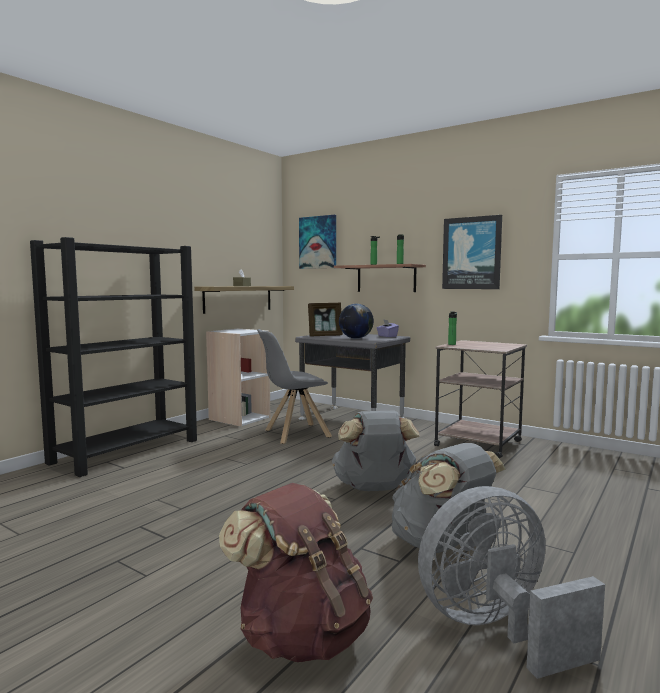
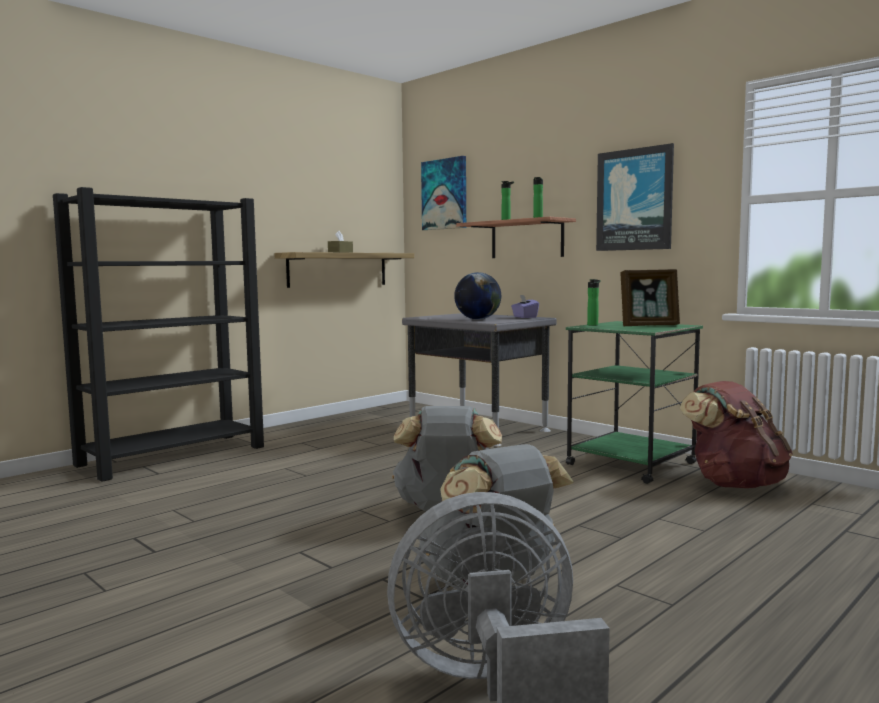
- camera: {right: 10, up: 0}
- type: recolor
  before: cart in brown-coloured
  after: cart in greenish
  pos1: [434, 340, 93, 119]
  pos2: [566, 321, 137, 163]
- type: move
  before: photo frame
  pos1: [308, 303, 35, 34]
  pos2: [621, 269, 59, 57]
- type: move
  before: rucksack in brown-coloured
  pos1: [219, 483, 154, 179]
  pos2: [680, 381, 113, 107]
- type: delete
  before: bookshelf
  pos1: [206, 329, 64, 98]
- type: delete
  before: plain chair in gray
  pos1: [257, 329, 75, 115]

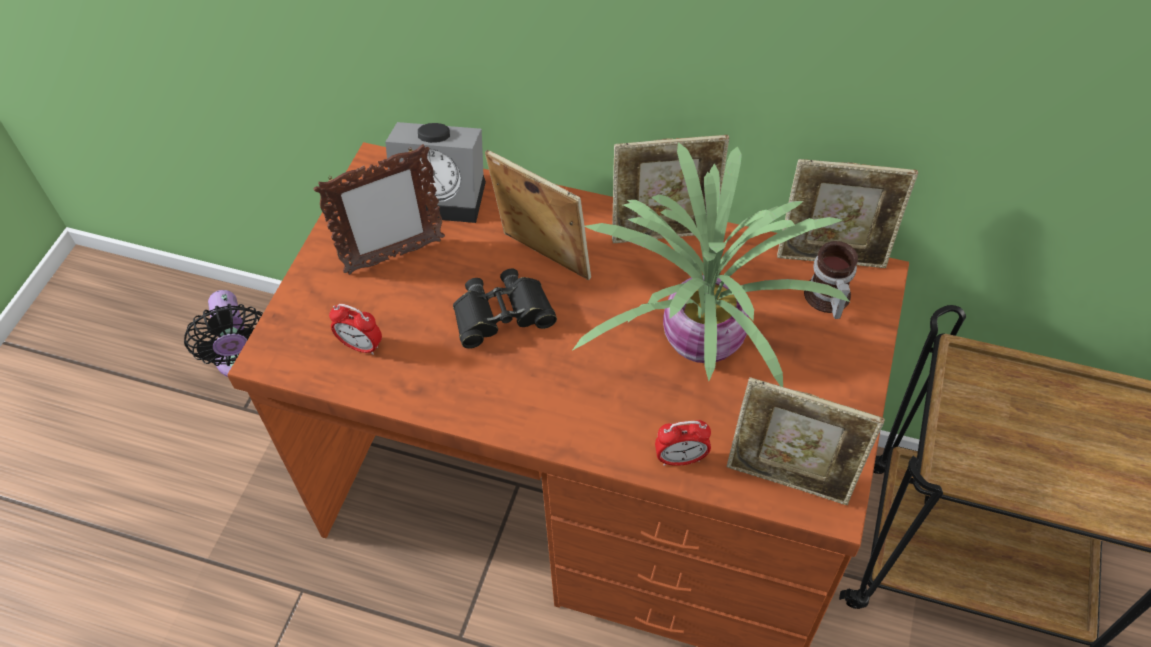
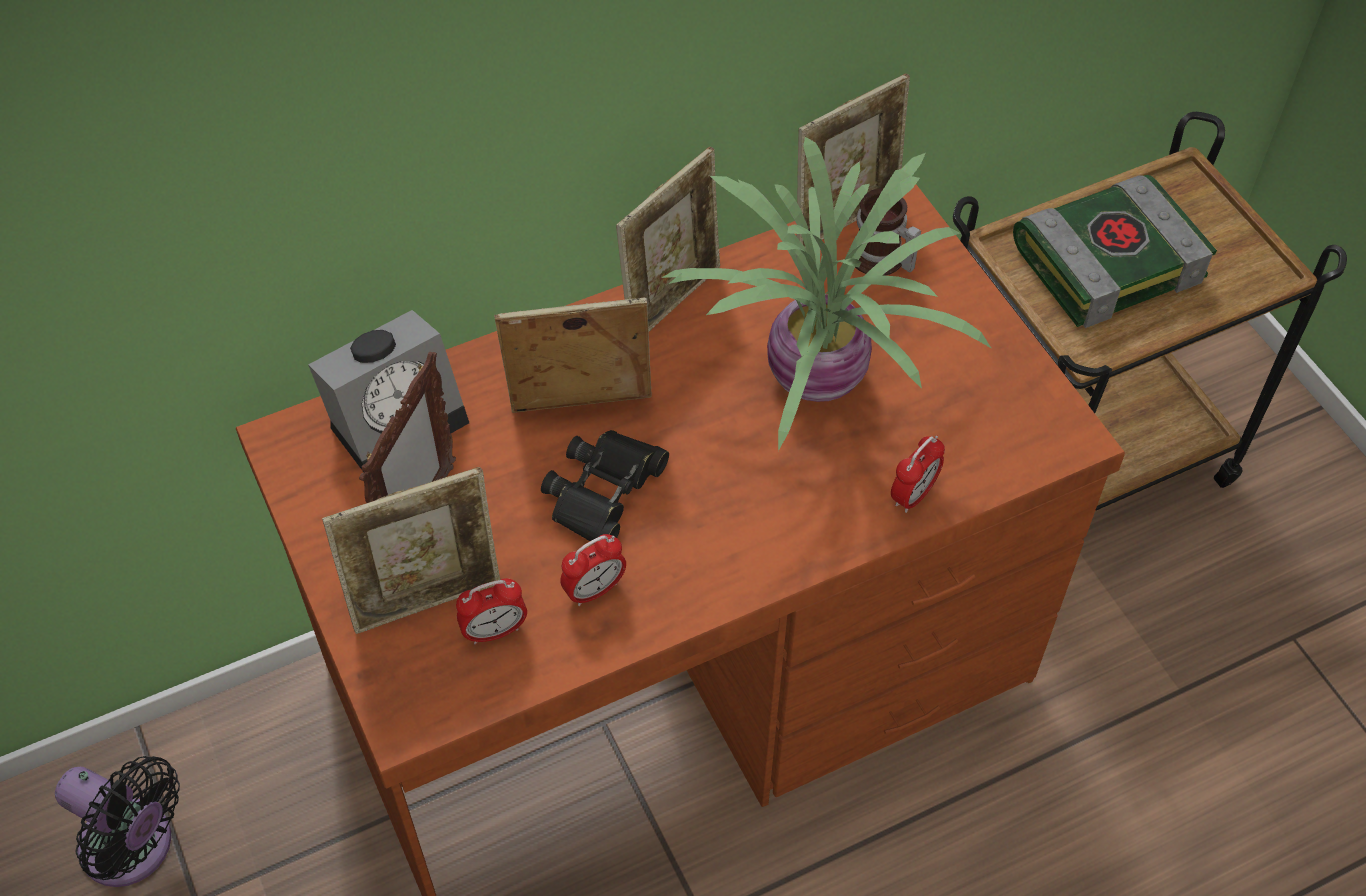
- camera: {right: -45, up: 0}
- type: move
  before: photo frame
  pos1: [727, 377, 158, 128]
  pos2: [322, 467, 178, 167]
- type: insert
  after: alarm clock
  pos2: [560, 534, 66, 72]
- type: insert
  after: book
  pos2: [1013, 175, 204, 153]

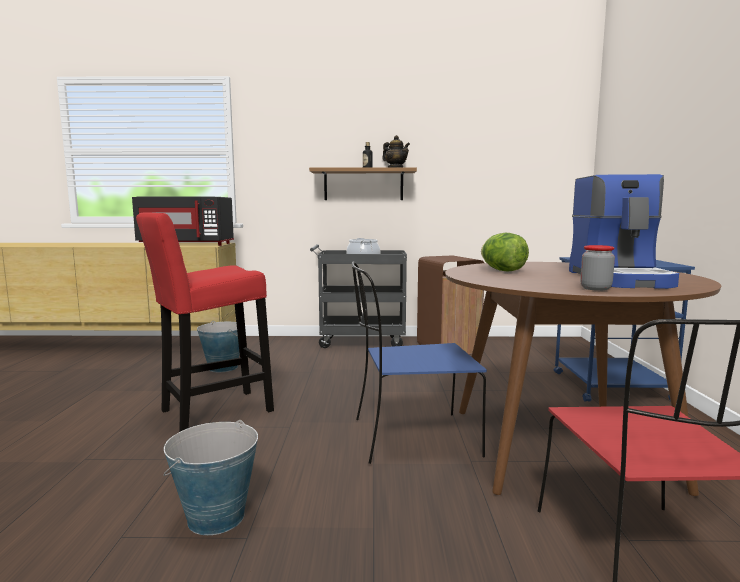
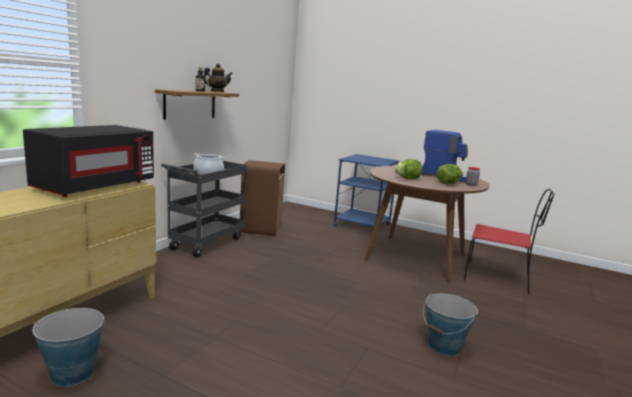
- camera: {right: -65, up: 5}
- type: move
  before: water bucket
  pos1: [197, 321, 43, 51]
  pos2: [33, 308, 73, 79]
- type: insert
  after: head of lettuce
  pos2: [437, 164, 26, 20]
- type: delete
  before: sitting stool in red
  pos1: [136, 212, 138, 220]
- type: delete
  before: plain chair in blue-coloured
  pos1: [352, 261, 135, 203]

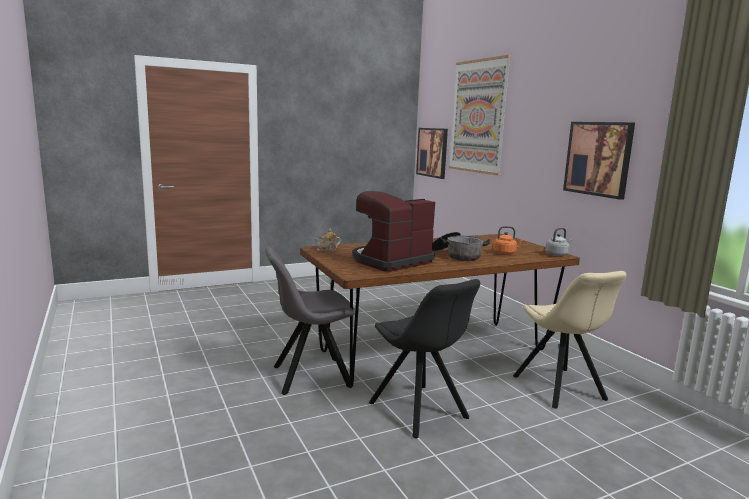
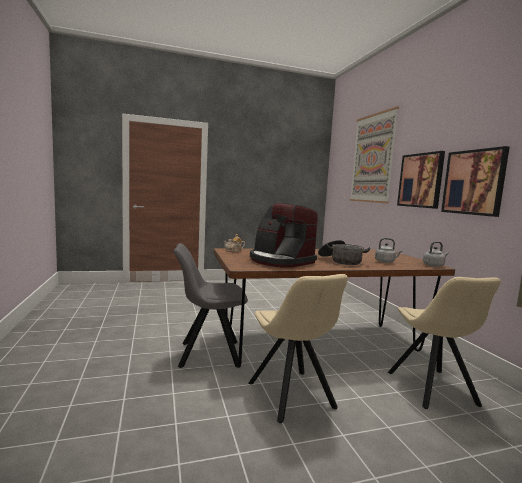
- camera: {right: 10, up: -5}
- type: recolor
  before: plain chair in black-coloured
  after: plain chair in beige
  pos1: [369, 279, 111, 159]
  pos2: [248, 274, 100, 149]
- type: rotate
  before: coffee machine
  pos1: [352, 191, 83, 81]
  pos2: [250, 203, 68, 65]
  turn: -105
- type: recolor
  before: water kettle in orangey
  after: water kettle in gray
  pos1: [493, 226, 31, 29]
  pos2: [375, 238, 28, 25]
- type: move
  before: wall picture
  pos1: [416, 128, 32, 51]
  pos2: [397, 151, 48, 58]

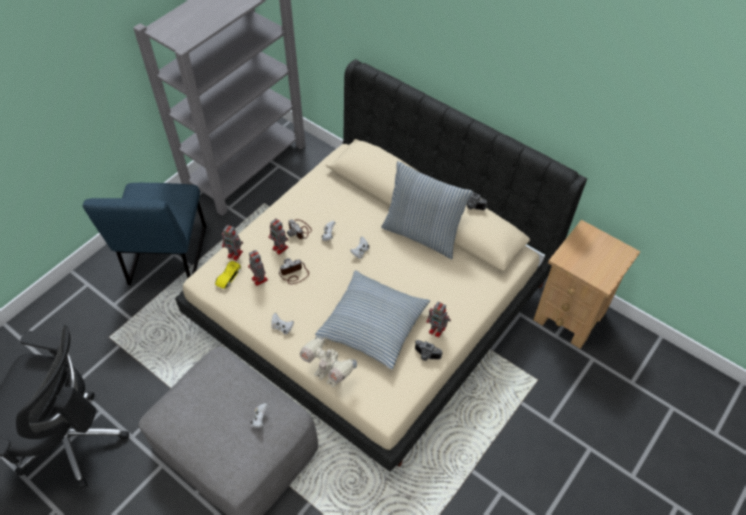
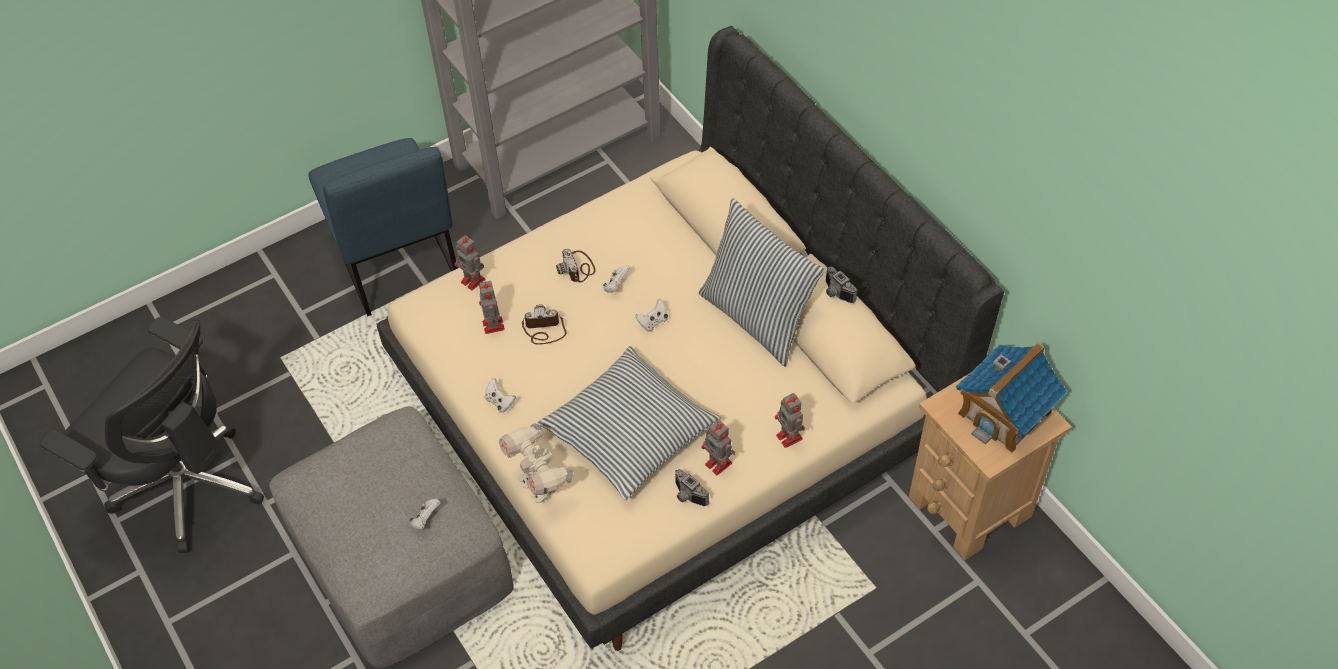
- camera: {right: 20, up: 0}
- type: rotate
  before: plain chair in blue-coloured
  pos1: [83, 183, 123, 102]
  pos2: [308, 138, 150, 178]
  turn: -45
- type: move
  before: toy robot
  pos1: [268, 218, 21, 37]
  pos2: [775, 393, 30, 55]
- type: insert
  after: miniature house
  pos2: [956, 342, 112, 111]
- type: delete
  before: miniature car in yellow-coloured
  pos1: [215, 261, 26, 28]

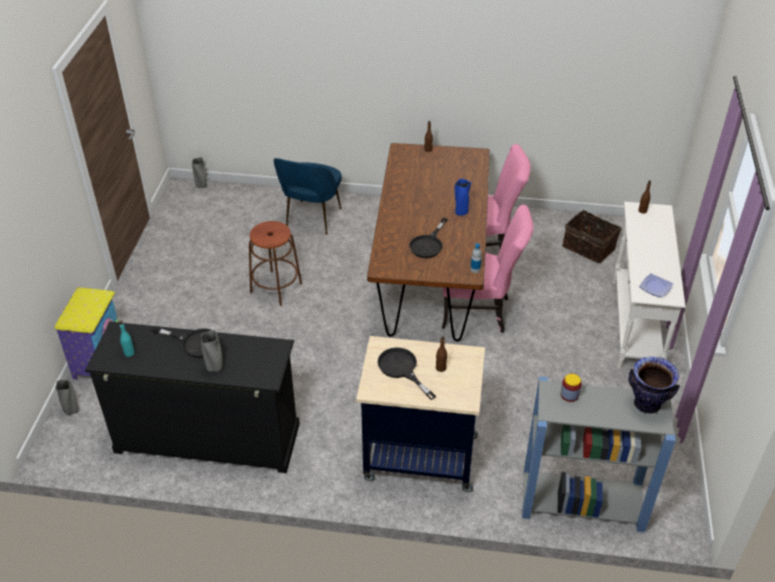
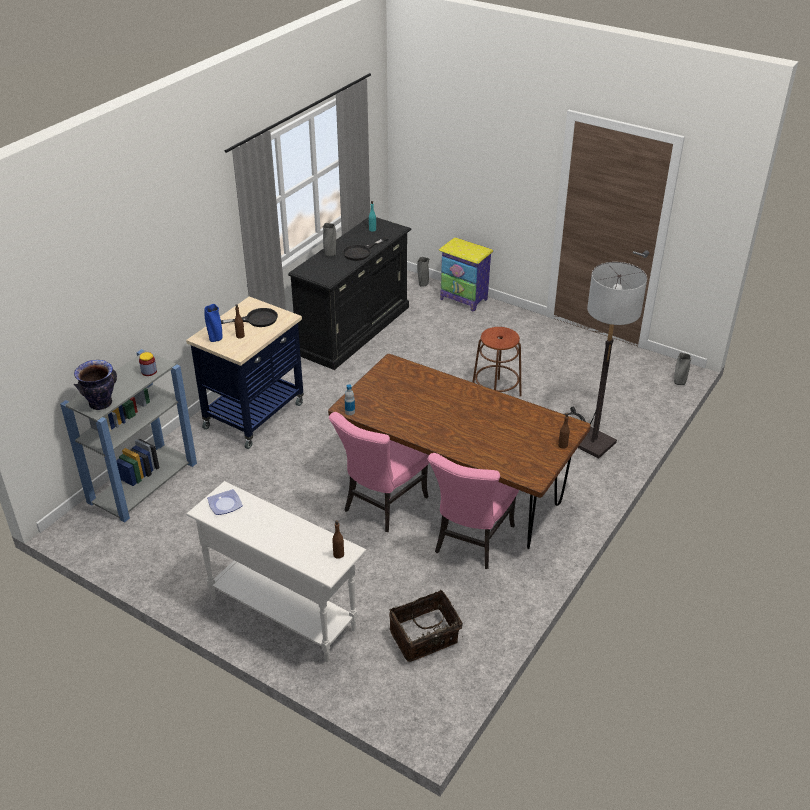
- camera: {right: 115, up: -5}
- type: move
  before: flower vase in blue-coloured
  pos1: [455, 179, 16, 37]
  pos2: [204, 304, 19, 38]
- type: replace
  before: plain chair in blue-coloured
  after: standard lamp
  pos1: [274, 158, 68, 77]
  pos2: [564, 262, 83, 197]
- type: delete
  before: pan in black-coloured
  pos1: [409, 218, 39, 40]

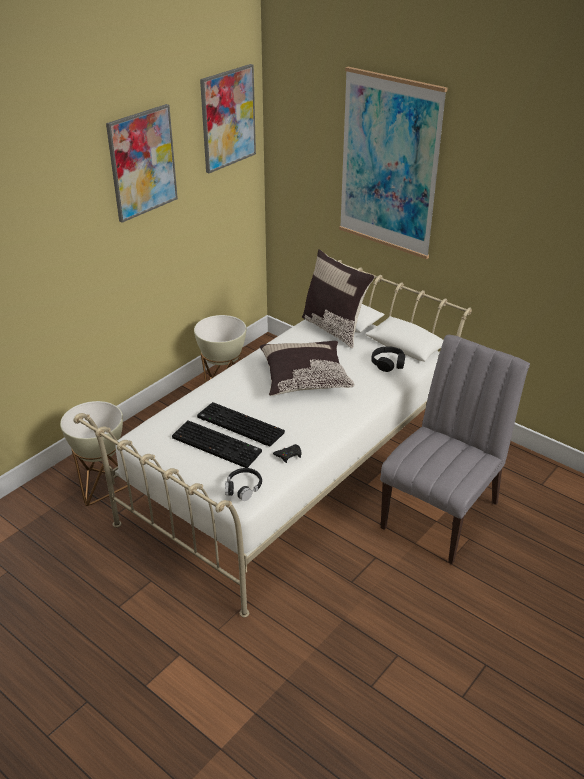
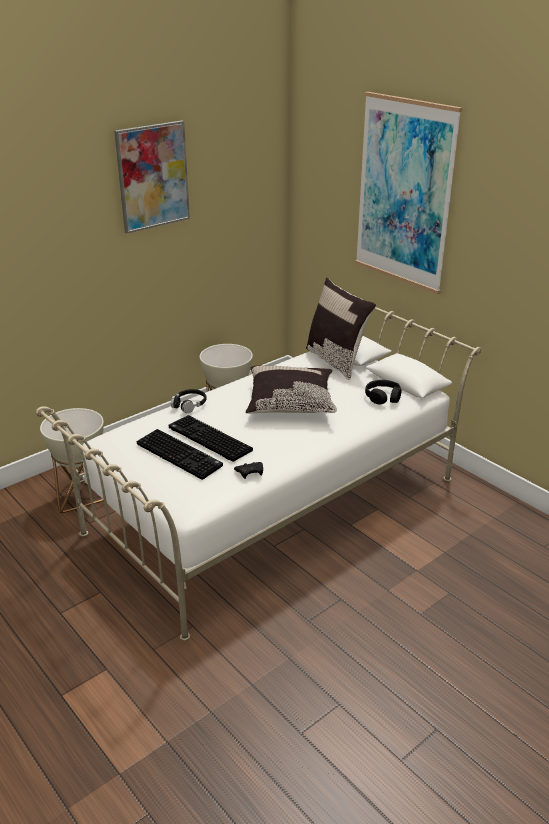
- camera: {right: 10, up: -5}
- type: move
  before: pair of headphones in black-coloured
  pos1: [225, 468, 37, 33]
  pos2: [171, 389, 36, 24]
- type: delete
  before: wall picture
  pos1: [200, 64, 56, 109]
- type: delete
  before: plain chair in gray
  pos1: [380, 334, 150, 230]

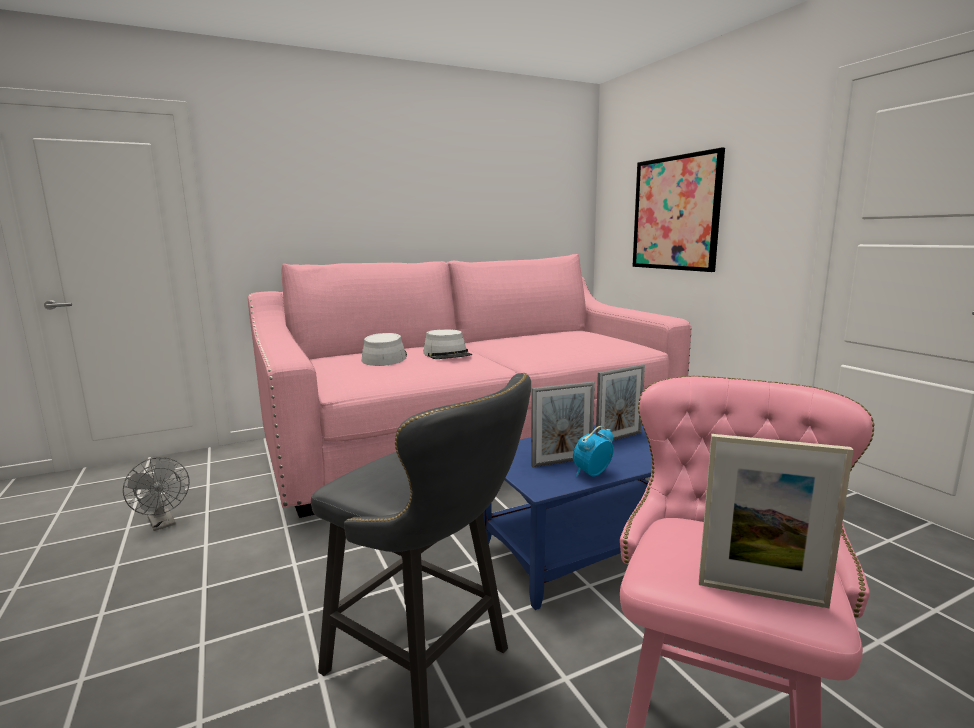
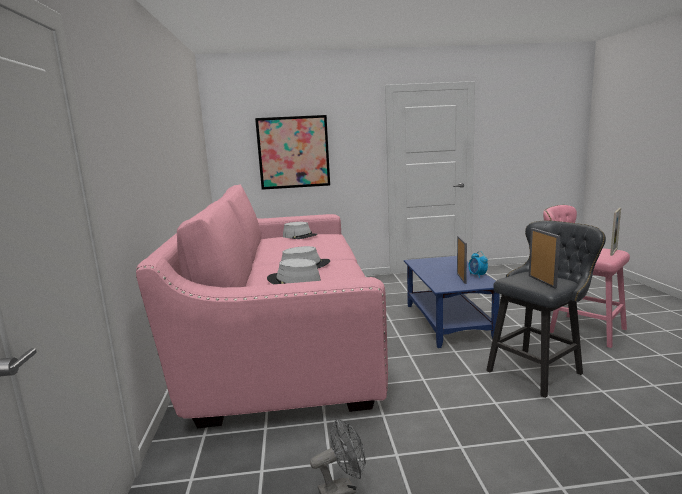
- camera: {right: -70, up: 0}
- type: insert
  after: wearable hat in gray
  pos2: [283, 222, 34, 17]
- type: move
  before: photo frame
  pos1: [596, 364, 49, 77]
  pos2: [529, 228, 31, 60]

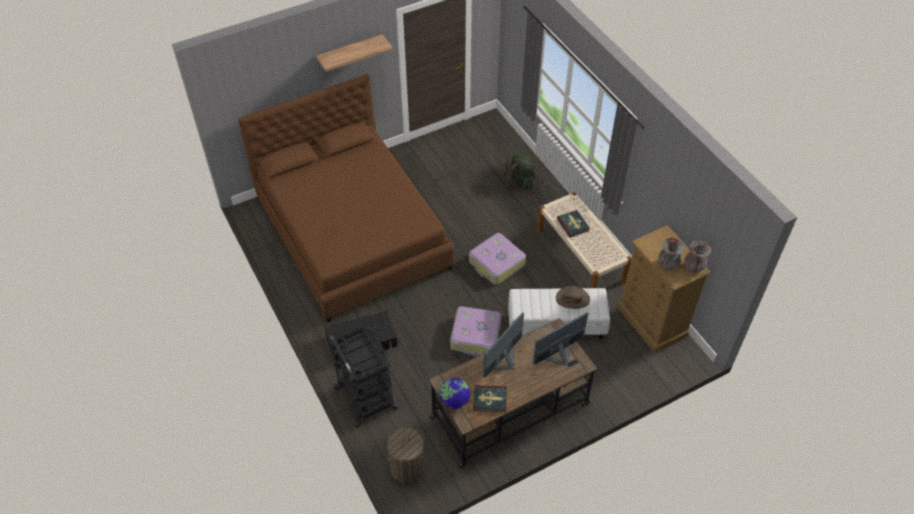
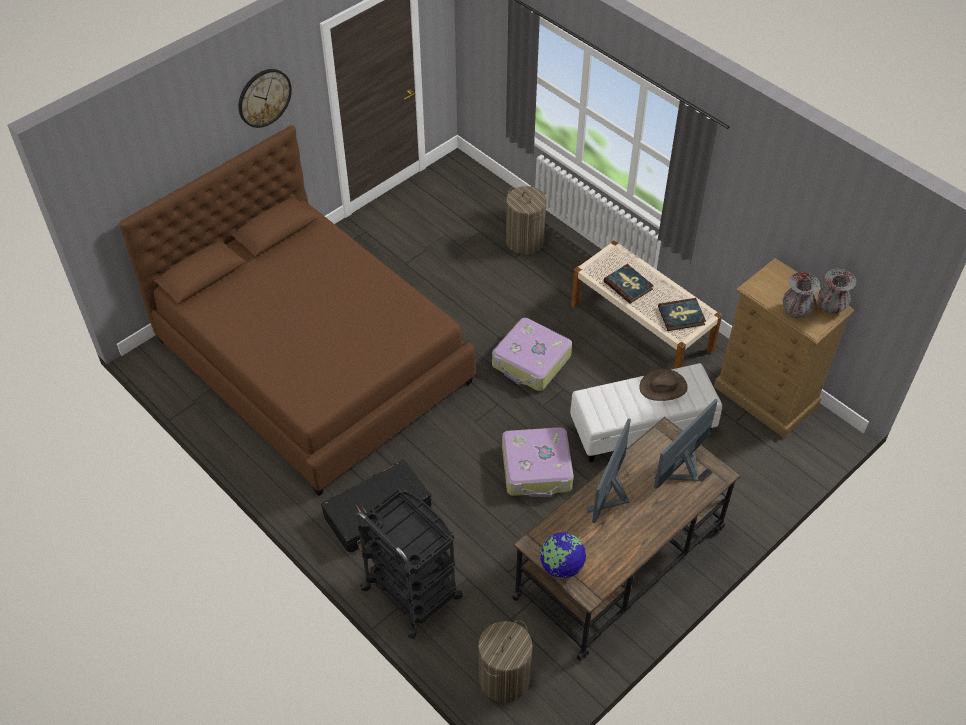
- camera: {right: -15, up: 0}
- type: replace
  before: wall shelf
  after: hanging clock
  pos1: [316, 34, 76, 38]
  pos2: [238, 69, 54, 59]
- type: replace
  before: rucksack in greenish
  after: washing basket
  pos1: [503, 151, 32, 39]
  pos2: [506, 186, 41, 68]
- type: move
  before: book
  pos1: [473, 385, 34, 27]
  pos2: [658, 298, 48, 33]

